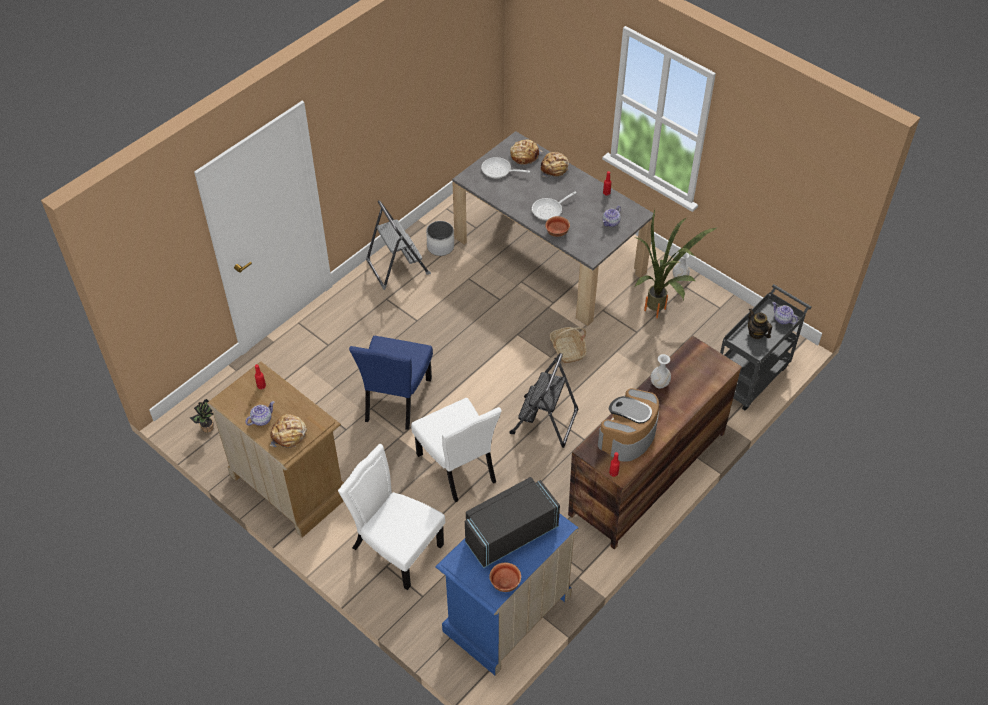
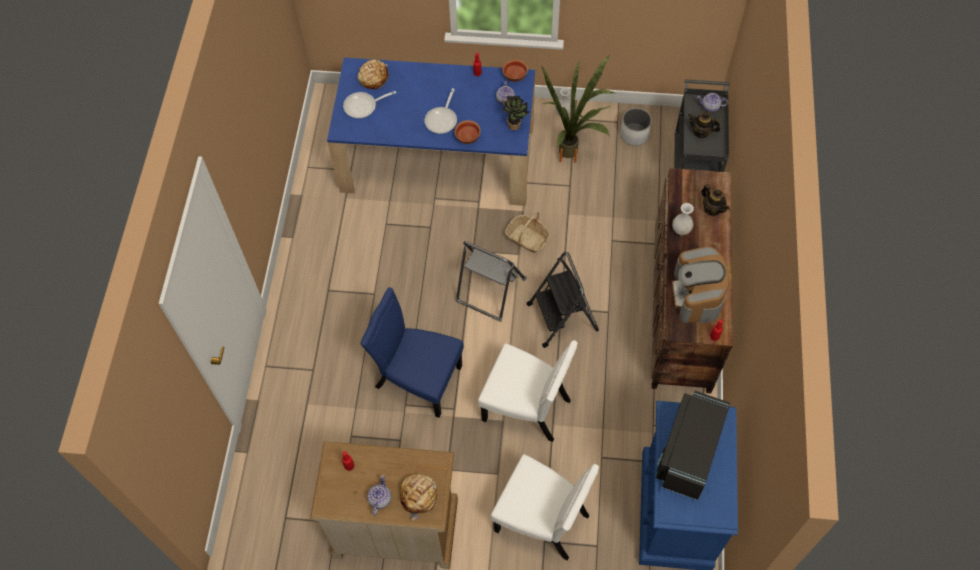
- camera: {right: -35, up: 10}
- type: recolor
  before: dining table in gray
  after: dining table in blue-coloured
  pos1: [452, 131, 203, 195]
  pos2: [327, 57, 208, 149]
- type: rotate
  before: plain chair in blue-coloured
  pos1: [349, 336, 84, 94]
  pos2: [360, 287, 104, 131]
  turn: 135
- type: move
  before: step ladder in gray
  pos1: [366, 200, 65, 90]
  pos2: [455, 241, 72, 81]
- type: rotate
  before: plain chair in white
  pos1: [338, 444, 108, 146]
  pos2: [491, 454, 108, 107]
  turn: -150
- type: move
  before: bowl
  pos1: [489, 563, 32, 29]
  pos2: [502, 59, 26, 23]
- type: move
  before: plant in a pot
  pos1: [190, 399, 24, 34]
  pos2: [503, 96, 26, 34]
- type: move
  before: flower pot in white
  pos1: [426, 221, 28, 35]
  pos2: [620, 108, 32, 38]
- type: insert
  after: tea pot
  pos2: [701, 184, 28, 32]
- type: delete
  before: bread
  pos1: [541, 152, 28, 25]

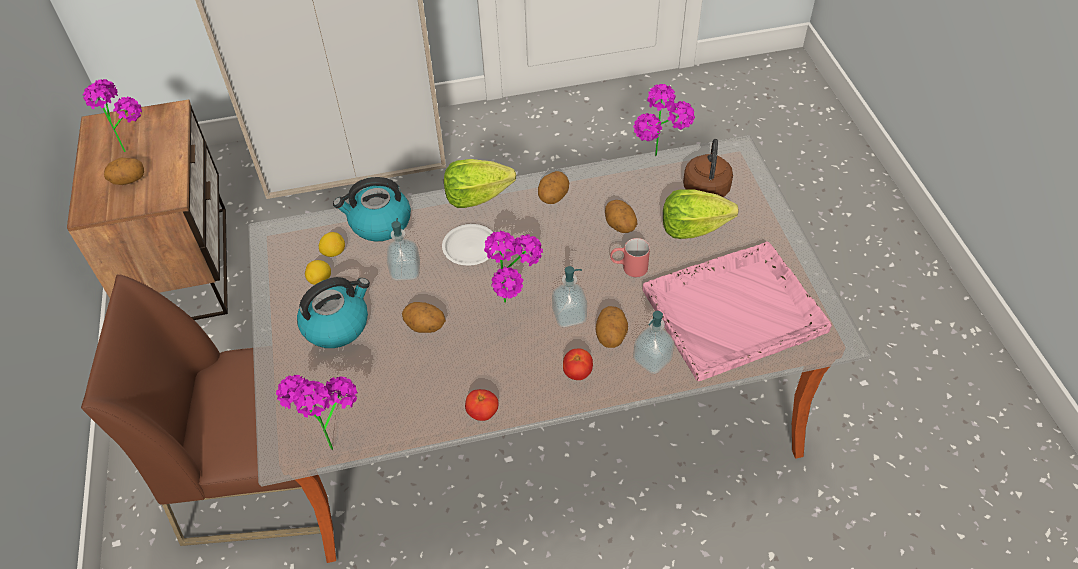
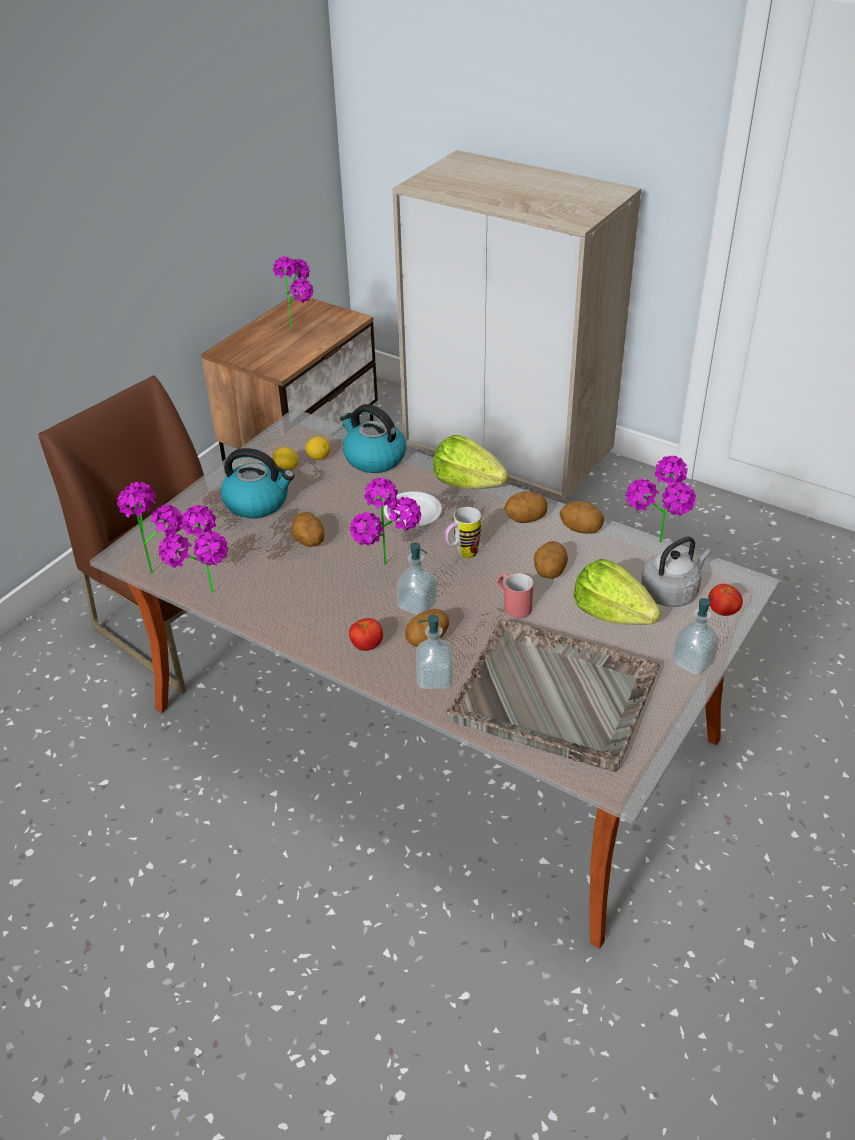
- camera: {right: 45, up: -10}
- type: insert
  after: plant in a pot
  pos2: [158, 505, 70, 88]
- type: insert
  after: coffee mug
  pos2: [445, 507, 36, 51]
- type: recolor
  before: carrying tray in pink-coloured
  after: carrying tray in gray
  pos1: [643, 241, 189, 140]
  pos2: [447, 619, 213, 153]
- type: move
  before: potato
  pos1: [104, 158, 40, 27]
  pos2: [559, 501, 45, 32]
- type: recolor
  before: water kettle in brown-coloured
  after: water kettle in gray
  pos1: [683, 139, 50, 58]
  pos2: [641, 536, 70, 71]
- type: move
  before: soap dispenser
  pos1: [387, 218, 33, 63]
  pos2: [672, 597, 47, 79]
- type: move
  before: tomato
  pos1: [465, 389, 34, 32]
  pos2: [708, 584, 35, 32]

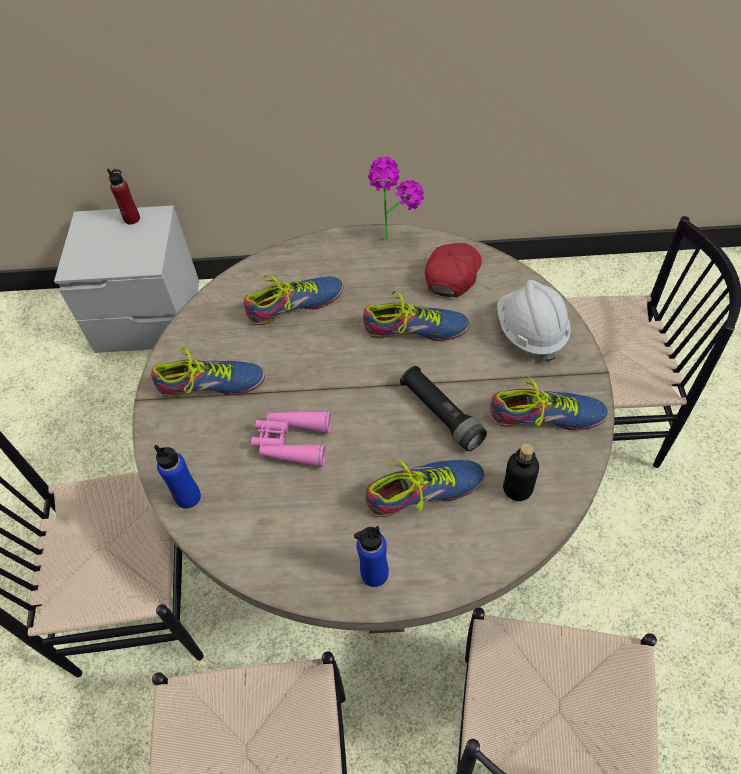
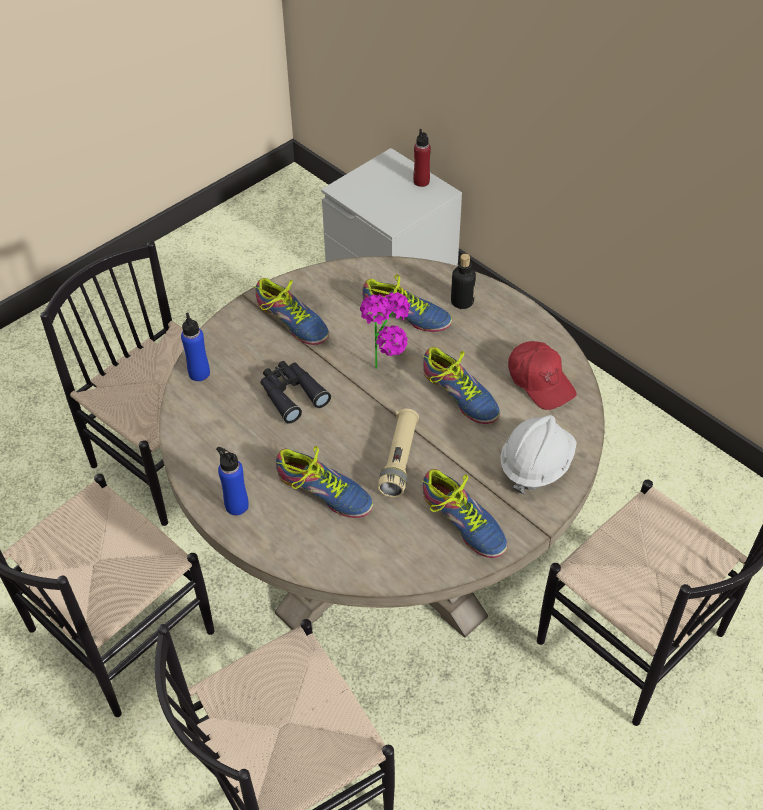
- camera: {right: 45, up: -5}
- type: recolor
  before: binoculars in pink-coloured
  after: binoculars in black-coloured
  pos1: [251, 411, 81, 57]
  pos2: [260, 361, 71, 63]
- type: move
  before: plant in a pot
  pos1: [368, 156, 56, 84]
  pos2: [360, 292, 50, 77]
- type: recolor
  before: flashlight in black-coloured
  after: flashlight in beige
  pos1: [400, 366, 87, 85]
  pos2: [378, 409, 41, 89]
- type: move
  before: drink bottle
  pos1: [503, 444, 36, 57]
  pos2: [451, 254, 25, 55]
- type: rotate
  before: cap in red
  pos1: [425, 243, 57, 54]
  pos2: [508, 341, 69, 69]
  turn: 75

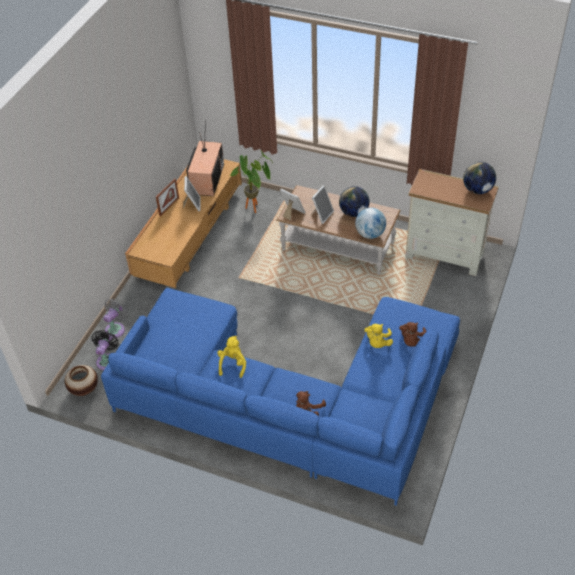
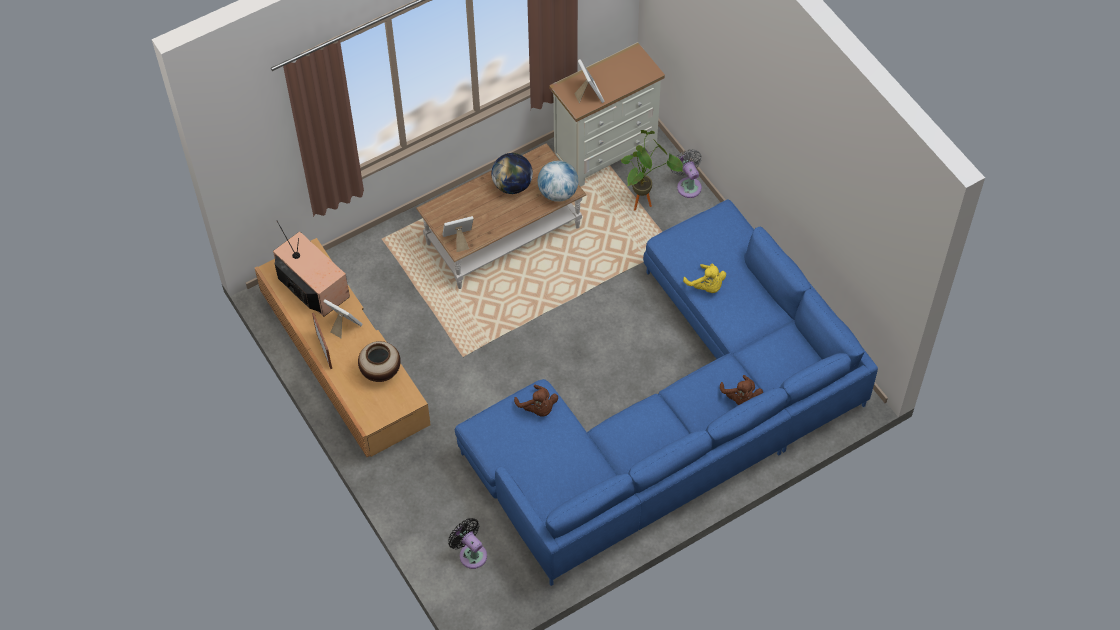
- camera: {right: -55, up: 10}
- type: move
  before: flower vase
  pos1: [65, 365, 33, 31]
  pos2: [358, 341, 43, 41]
- type: move
  before: plush toy in brown-coloured
  pos1: [399, 322, 27, 25]
  pos2: [514, 385, 44, 32]
- type: move
  before: photo frame
  pos1: [311, 185, 23, 39]
  pos2: [574, 59, 31, 44]
- type: move
  before: plant in a pot
  pos1: [230, 151, 43, 62]
  pos2: [621, 130, 62, 80]
- type: move
  before: cooling fan in gray
  pos1: [103, 299, 25, 39]
  pos2: [671, 149, 31, 49]
- type: delete
  before: plush toy in yellow-coloured
  pos1: [217, 336, 29, 42]
- type: delete
  before: globe
  pos1: [463, 162, 33, 32]

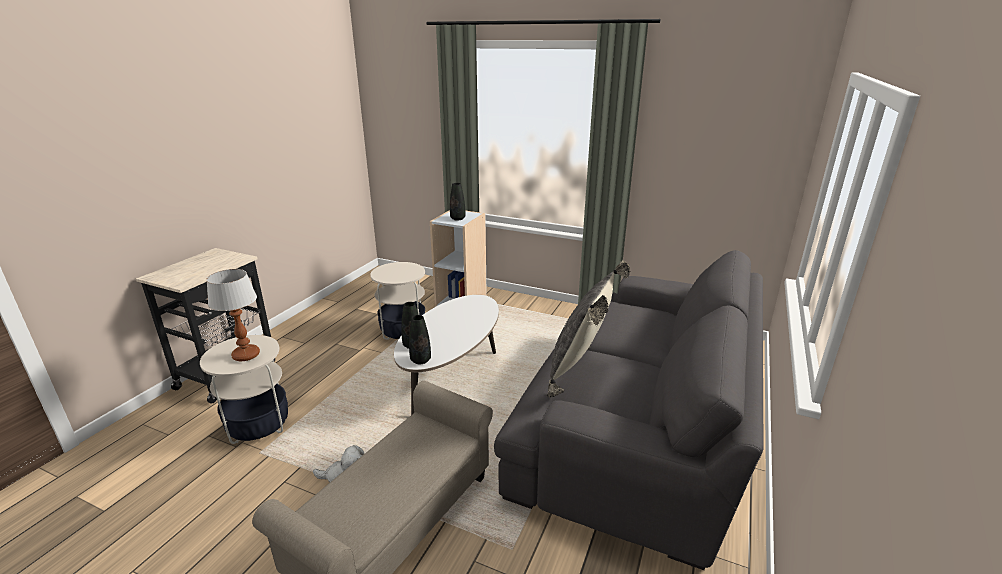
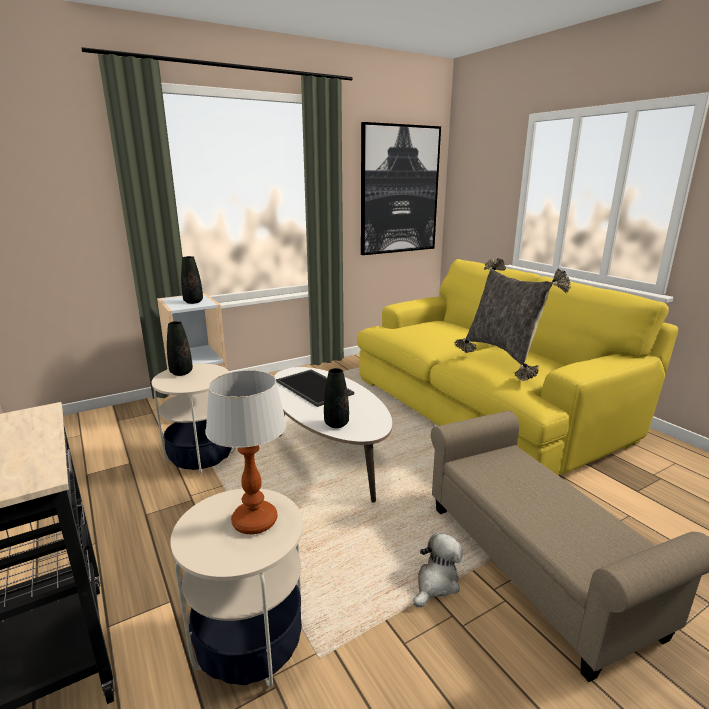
- camera: {right: -55, up: -5}
- type: move
  before: flower vase in black-coloured
  pos1: [409, 315, 22, 49]
  pos2: [167, 321, 26, 55]
- type: insert
  after: carrying tray
  pos2: [276, 369, 78, 38]
- type: recolor
  before: sofa in gray
  after: sofa in yellow-coloured
  pos1: [494, 250, 270, 320]
  pos2: [357, 259, 321, 216]
- type: insert
  after: wall picture
  pos2: [361, 122, 80, 133]

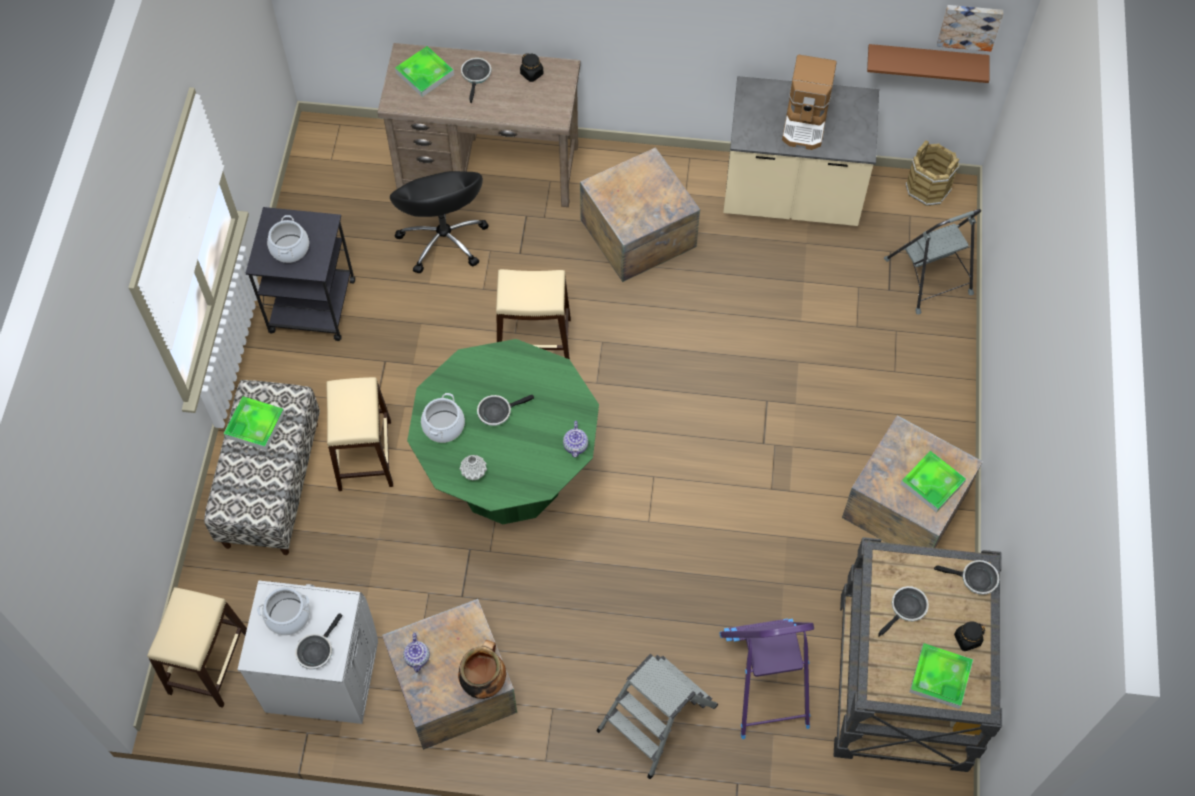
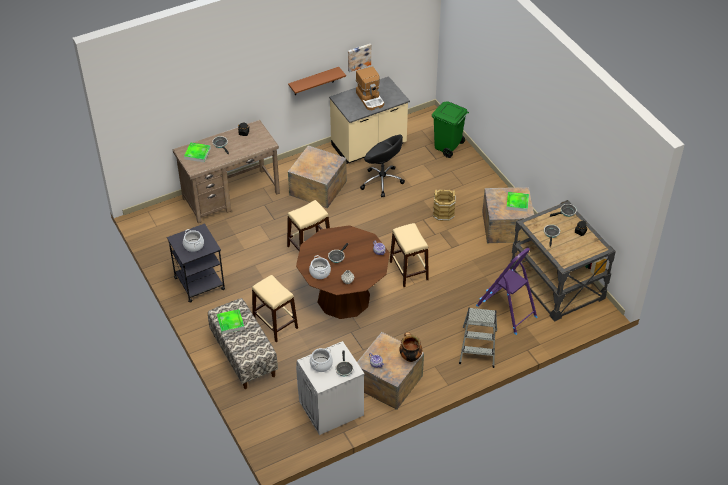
- camera: {right: -35, up: -15}
- type: move
  before: wall shelf in brown-coloured
  pos1: [867, 44, 122, 39]
  pos2: [288, 67, 58, 28]
- type: recolor
  before: dining table in greenish
  after: dining table in brown-coloured
  pos1: [407, 339, 192, 185]
  pos2: [296, 225, 94, 94]
- type: move
  before: wall picture
  pos1: [937, 5, 66, 46]
  pos2: [348, 44, 23, 28]
- type: move
  before: computer chair in black-coloured
  pos1: [390, 171, 99, 102]
  pos2: [360, 134, 45, 63]
- type: move
  before: sitting stool in beige
  pos1: [147, 587, 100, 121]
  pos2: [390, 223, 39, 64]
- type: replace
  before: step ladder in gray
  after: rubbish bin in greenish
  pos1: [884, 209, 97, 106]
  pos2: [432, 101, 37, 57]
- type: move
  before: water bucket in brown-coloured
  pos1: [906, 140, 53, 67]
  pos2: [433, 190, 23, 31]
- type: delete
  before: carrying tray
  pos1: [909, 643, 64, 66]

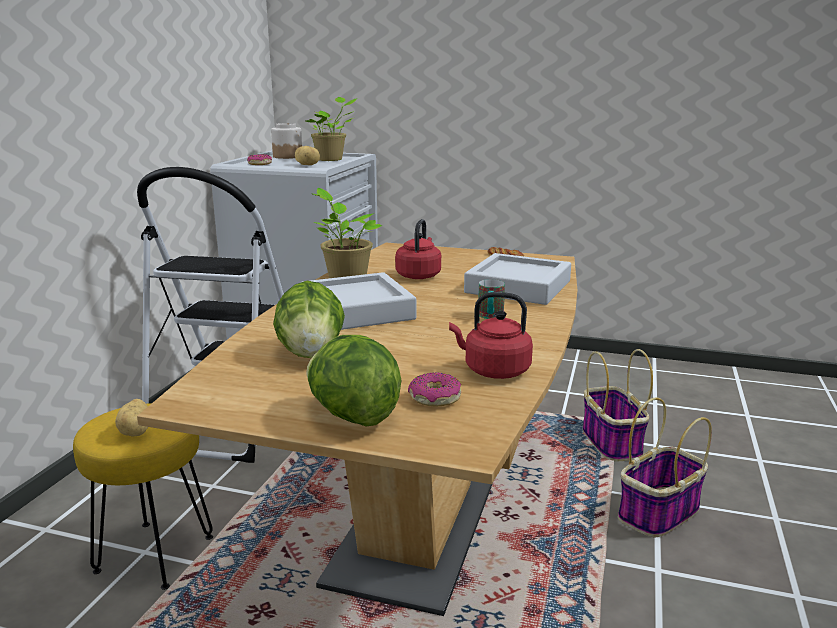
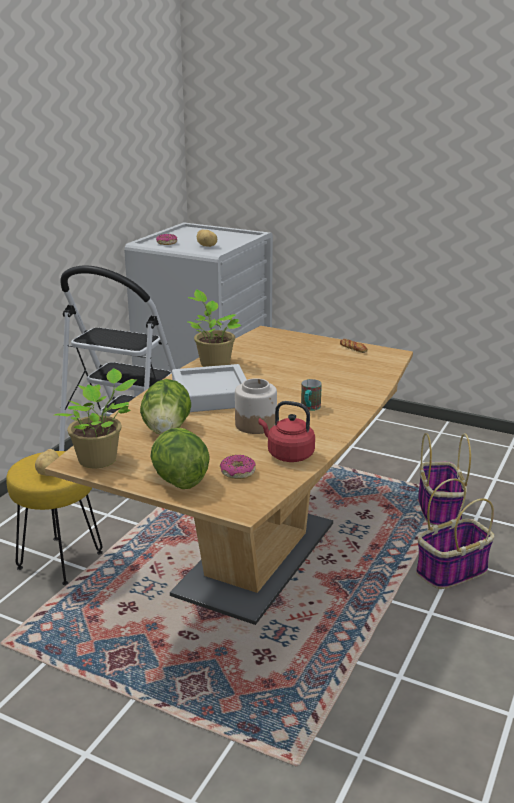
- camera: {right: 10, up: 5}
- type: move
  before: plant in a pot
  pos1: [305, 97, 53, 64]
  pos2: [55, 368, 81, 100]
- type: move
  before: jar
  pos1: [271, 123, 31, 36]
  pos2: [235, 378, 42, 56]
- type: delete
  before: water kettle in red
  pos1: [395, 219, 46, 60]
- type: delete
  before: carrying tray in gray
  pos1: [464, 253, 107, 52]

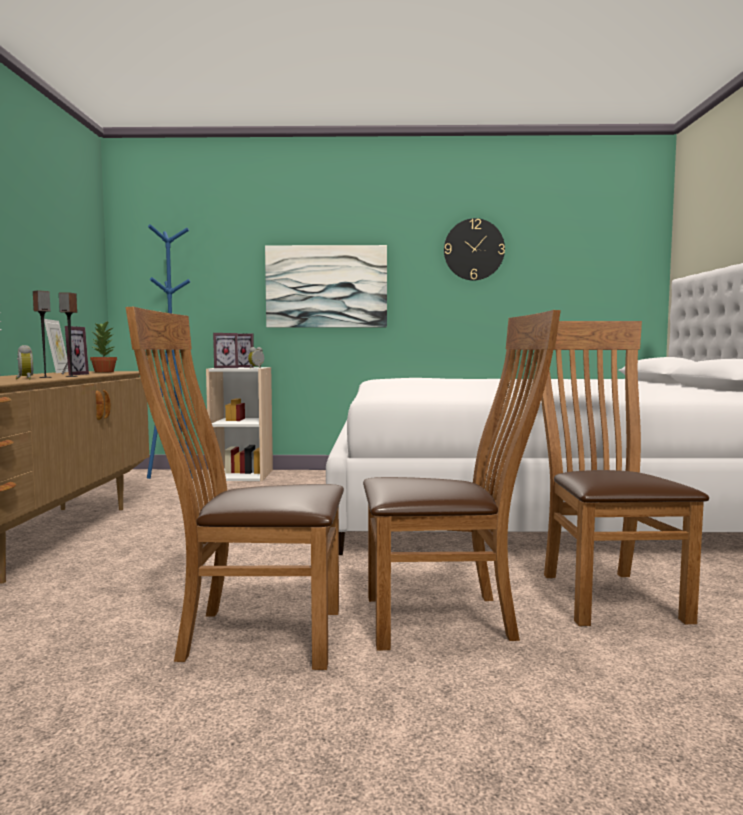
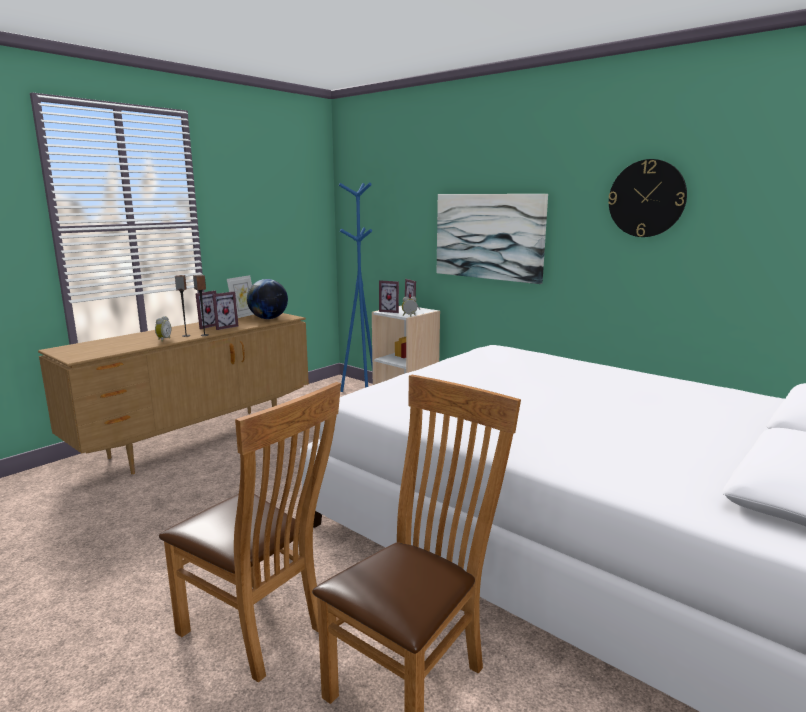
- camera: {right: 40, up: 10}
- type: insert
  after: photo frame
  pos2: [195, 290, 22, 39]
- type: replace
  before: plant in a pot
  after: globe
  pos1: [90, 321, 27, 52]
  pos2: [247, 279, 41, 40]
- type: delete
  before: plain chair in brown-coloured
  pos1: [126, 307, 218, 363]

